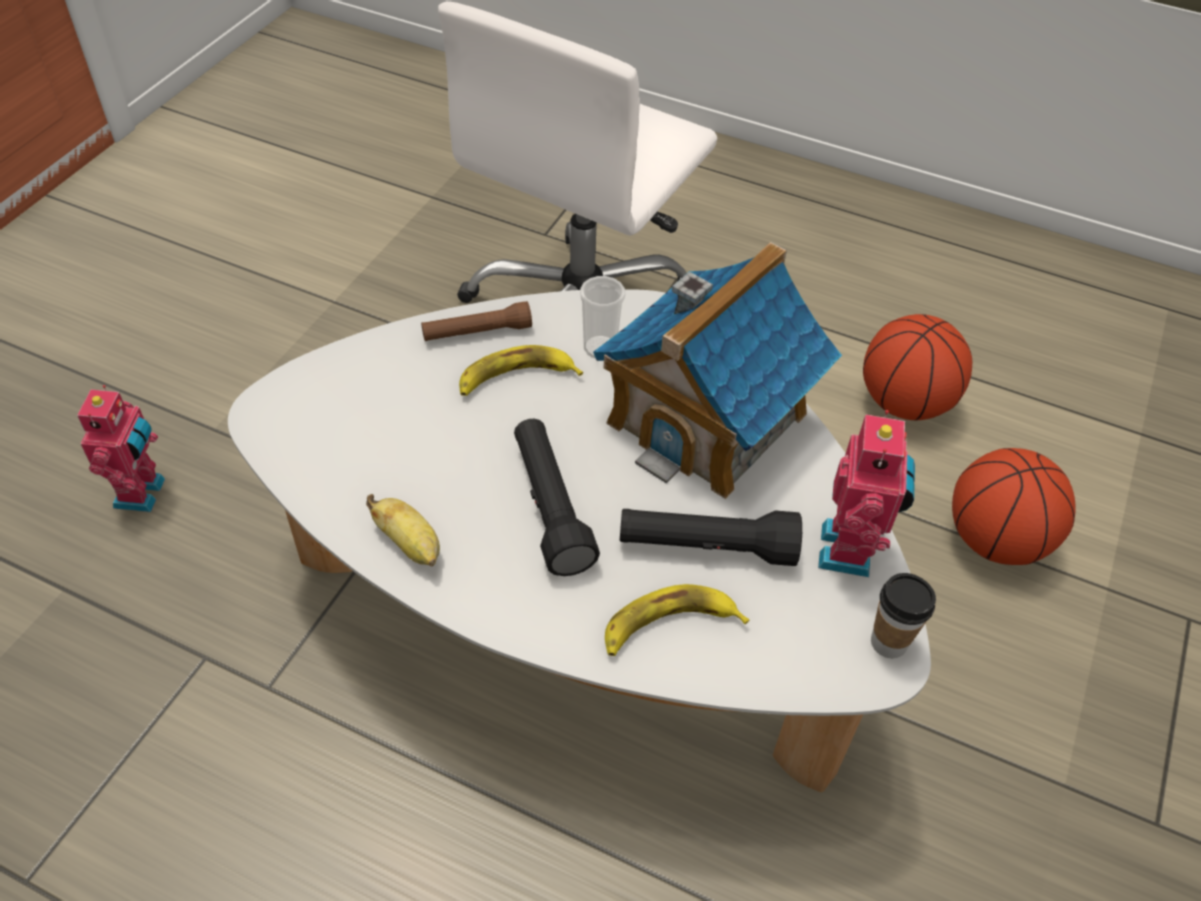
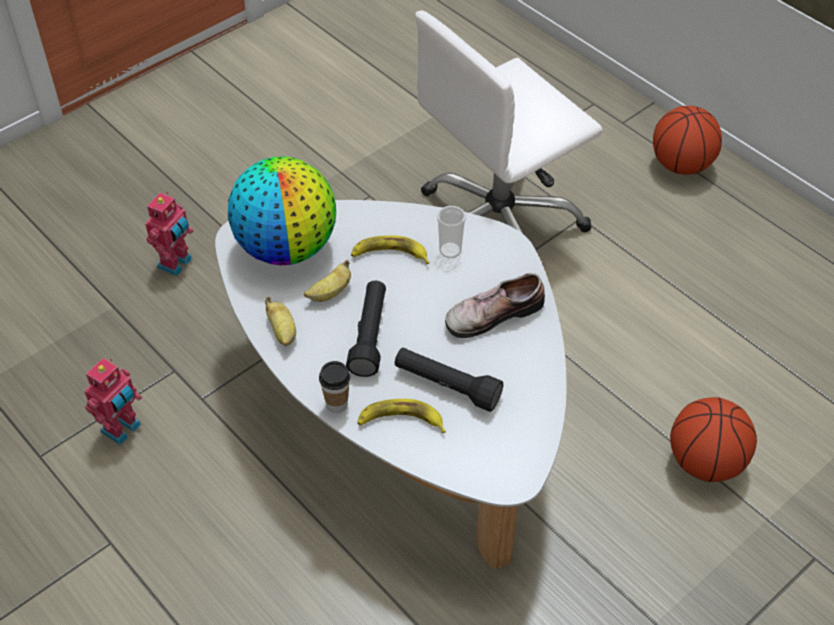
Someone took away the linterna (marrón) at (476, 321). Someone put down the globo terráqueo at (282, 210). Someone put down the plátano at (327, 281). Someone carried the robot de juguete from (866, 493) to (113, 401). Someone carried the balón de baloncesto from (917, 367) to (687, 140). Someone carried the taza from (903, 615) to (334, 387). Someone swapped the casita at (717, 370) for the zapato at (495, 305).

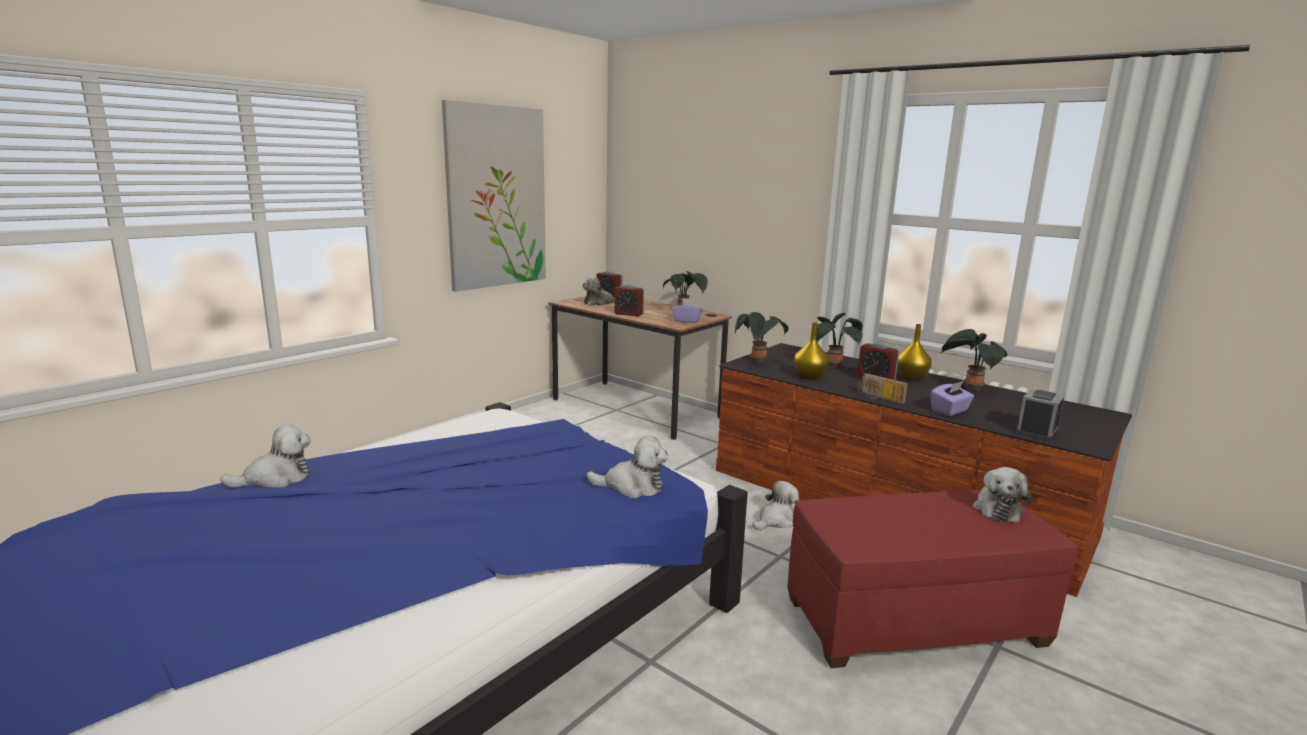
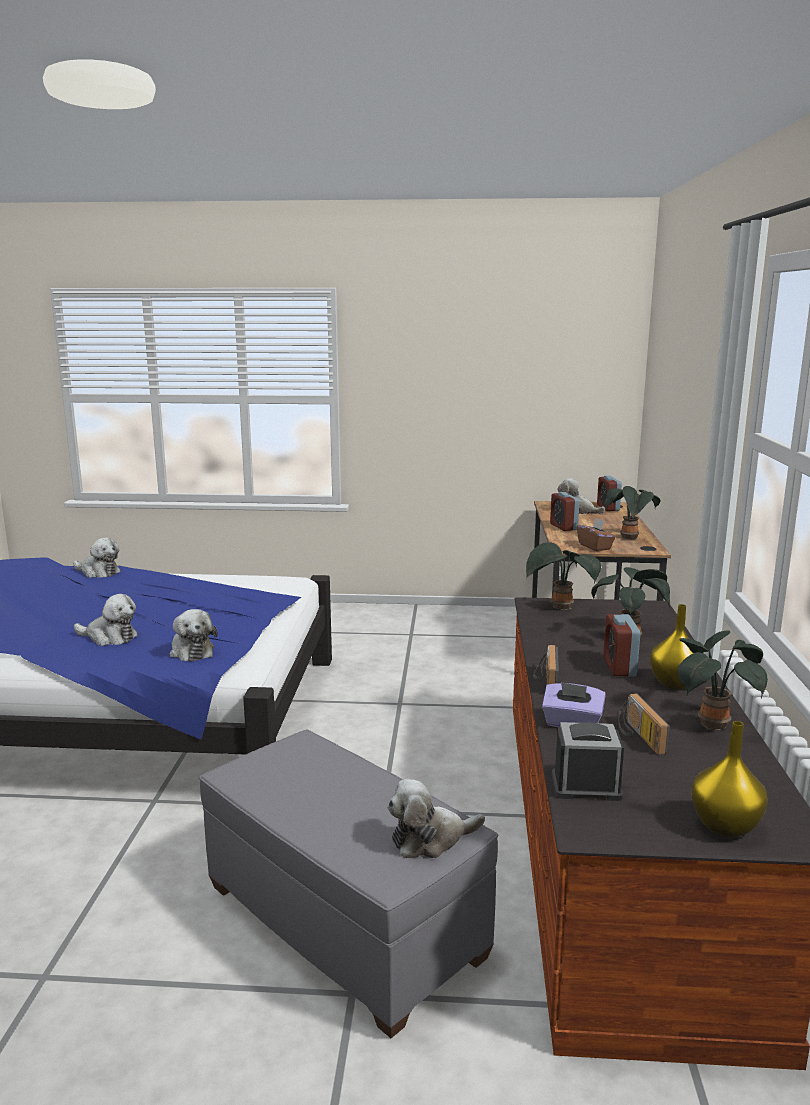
Someone took away the cuadro at (494, 196). Someone put down the radio at (644, 724). Someone carried the peluche from (775, 505) to (106, 620). Someone carried the florero (amarillo) from (811, 351) to (729, 779). Someone repainted the caja de pañuelos (morado) at (687, 310), which became the caja de pañuelos (marrón) at (596, 534). Someone repainted the puf (rojo) at (933, 579), which became the puf (gris) at (348, 884).

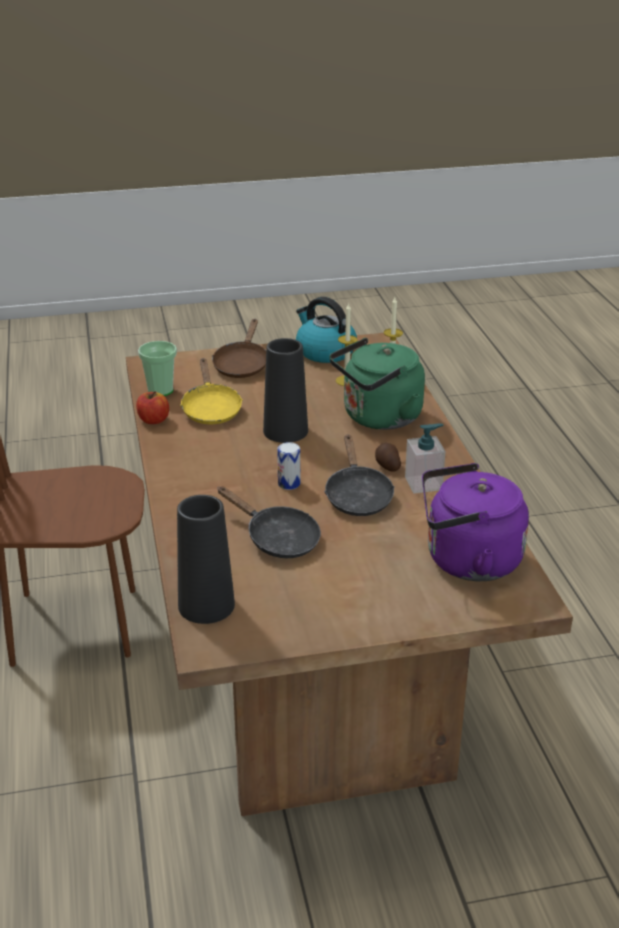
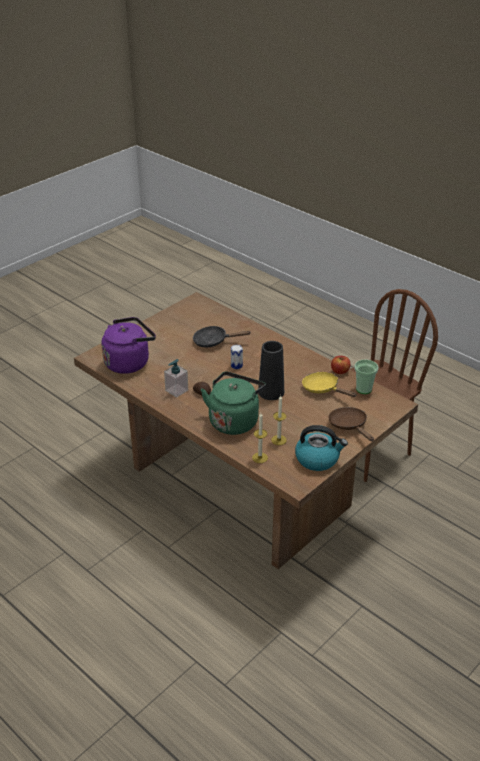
Someone took away the florero (negro) at (206, 559). Someone took away the sartén (negro) at (359, 475).

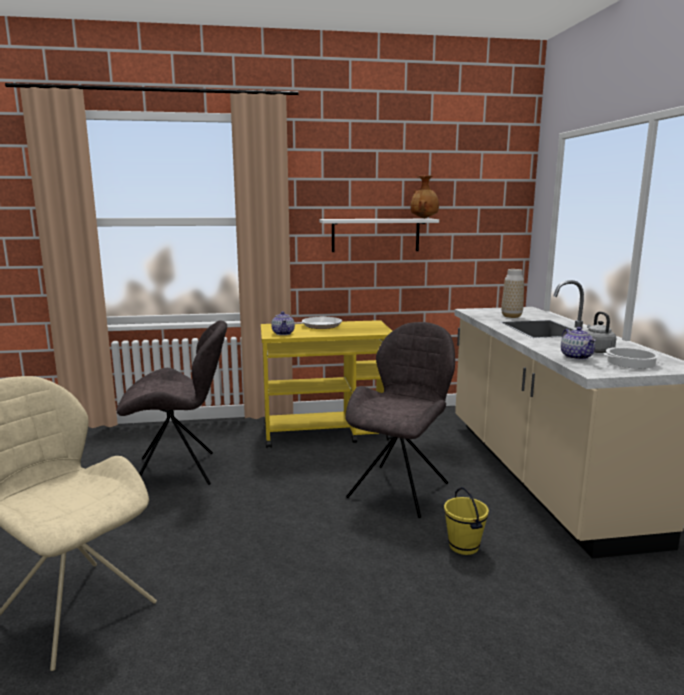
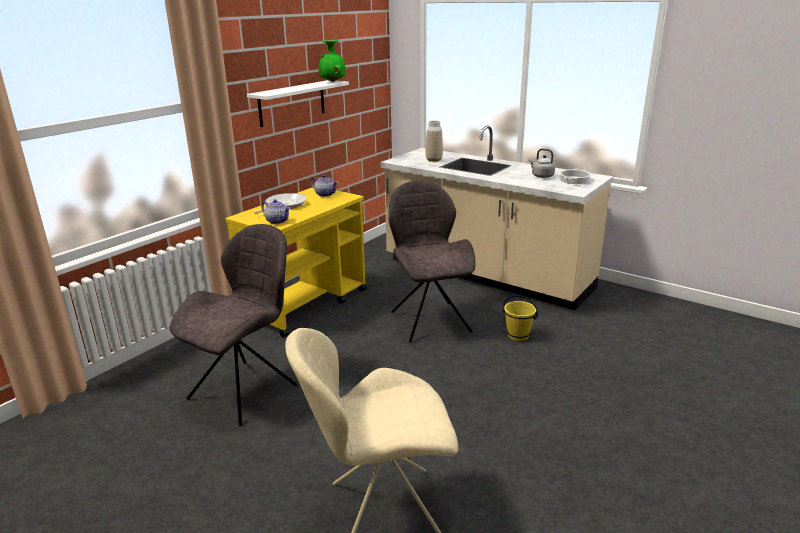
Someone carried the tetera from (578, 343) to (324, 186). Someone repainted the florero (marrón) at (424, 197), which became the florero (verde) at (332, 61).

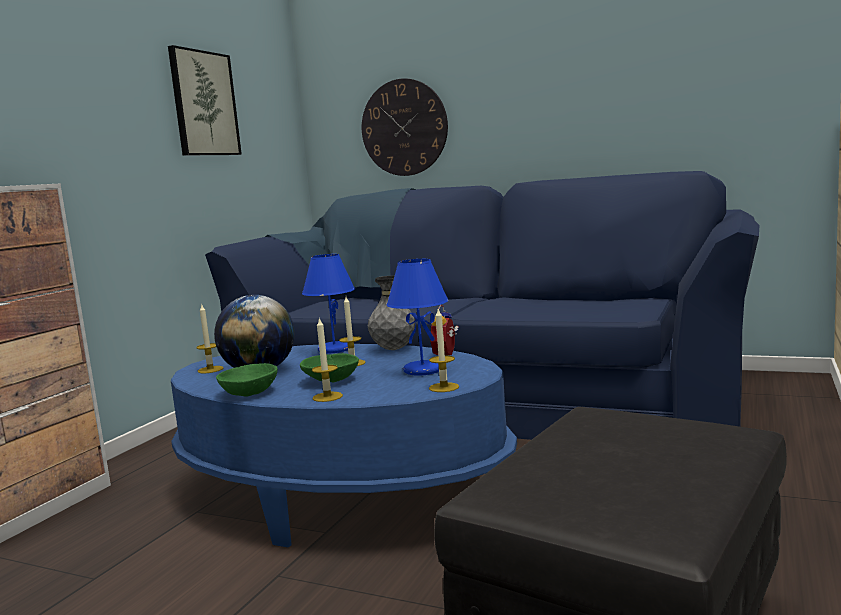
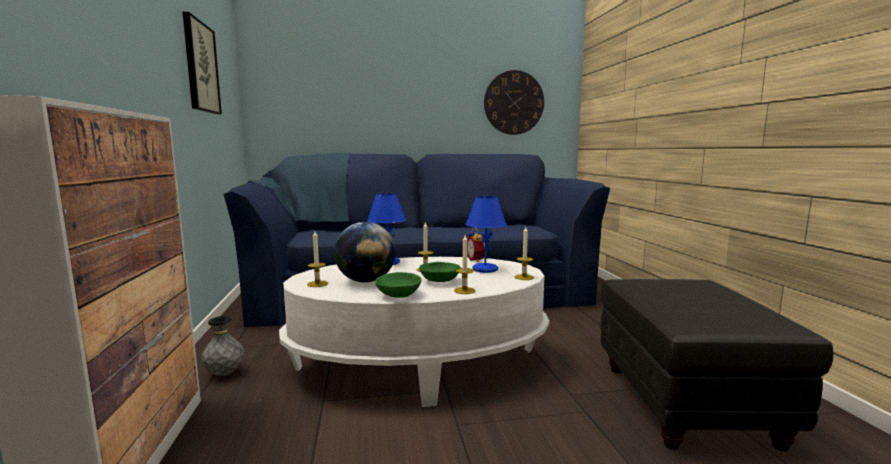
Someone carried the reloj de pared from (405, 127) to (514, 102). Someone carried the florero (gris) from (392, 312) to (222, 346). Someone repainted the mesa de centro (azul) at (344, 446), which became the mesa de centro (blanco) at (414, 332).

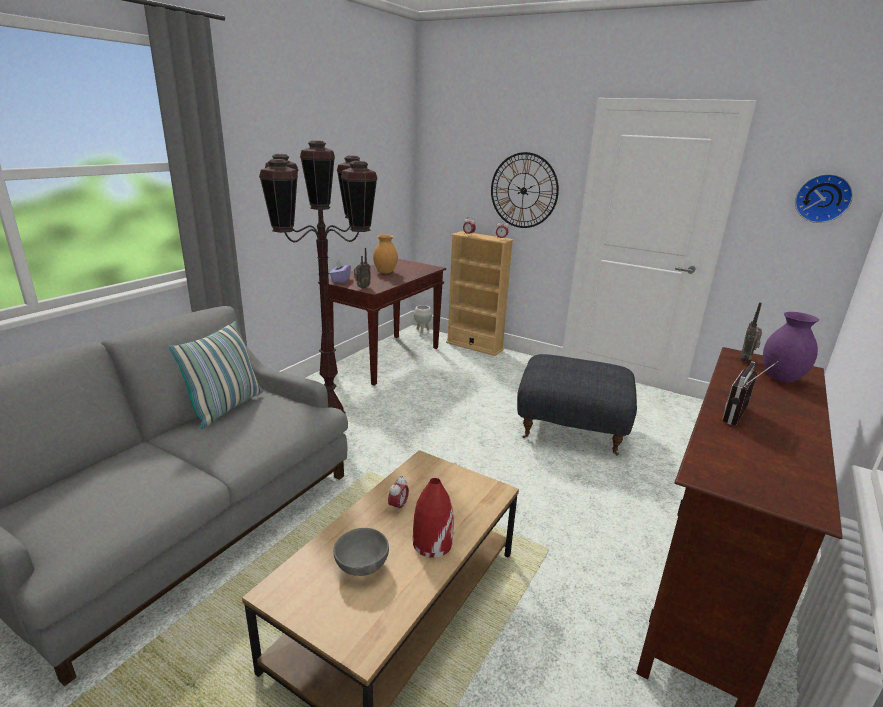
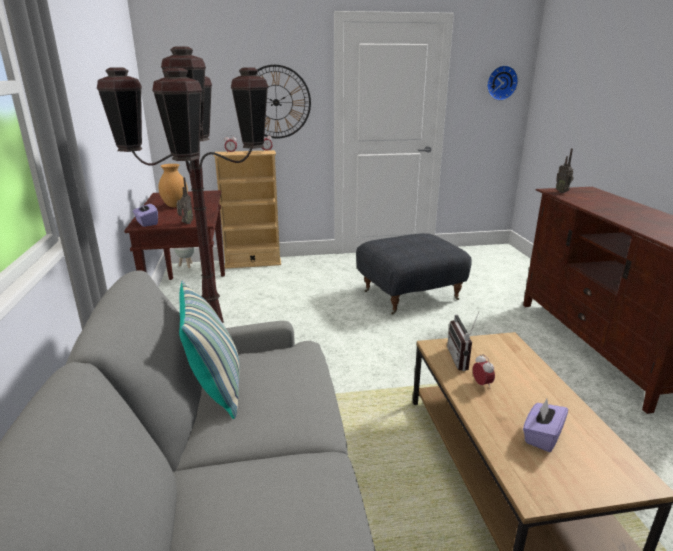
Someone took away the florero (rojo) at (433, 518). Someone took away the florero (morado) at (791, 347). Someone carried the radio from (750, 393) to (463, 341). Someone swapped the cuenco (gris) at (361, 552) for the caja de pañuelos (morado) at (545, 425).

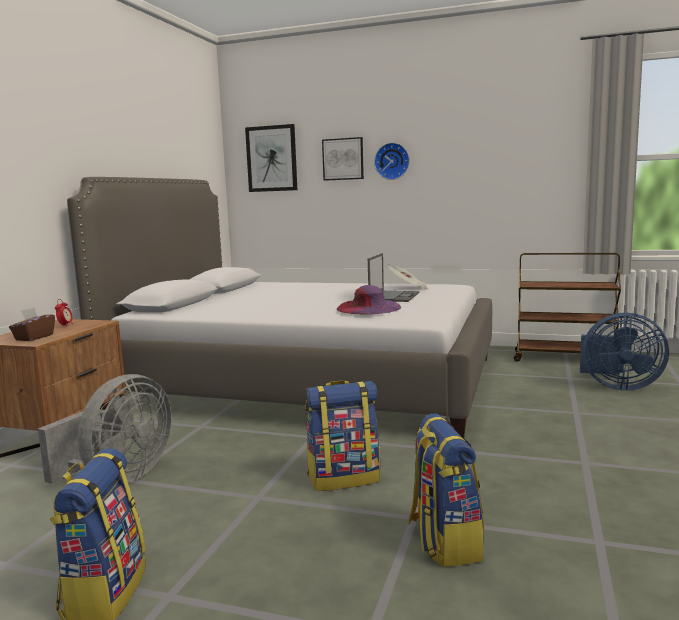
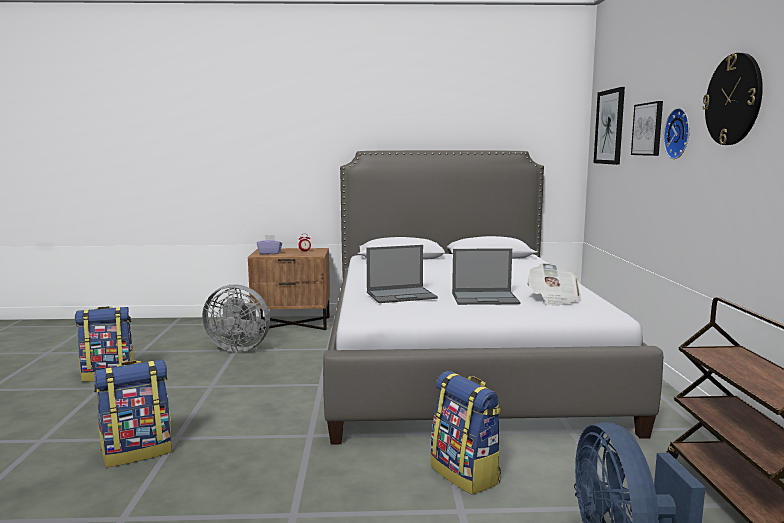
Someone put up the reloj de pared at (733, 99). Someone carried the mochila from (342, 435) to (466, 433). Someone swapped the sombrero (morado) at (369, 300) for the portátil at (402, 274). Someone repainted the caja de pañuelos (marrón) at (32, 324), which became the caja de pañuelos (morado) at (269, 244).

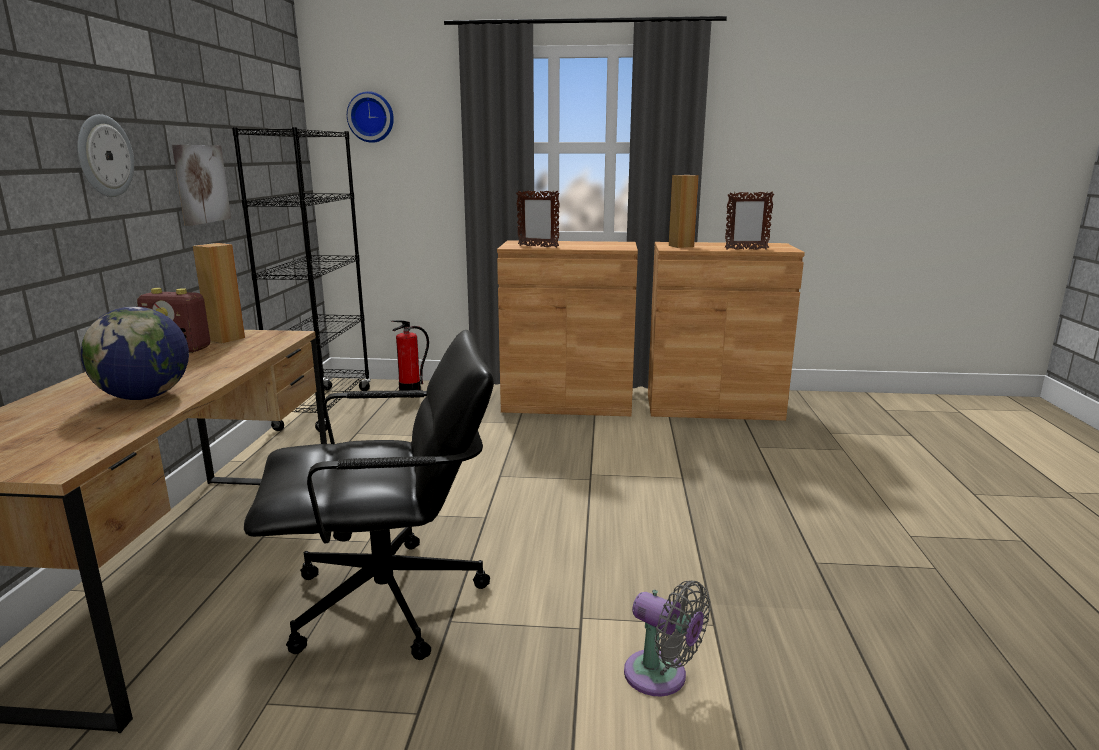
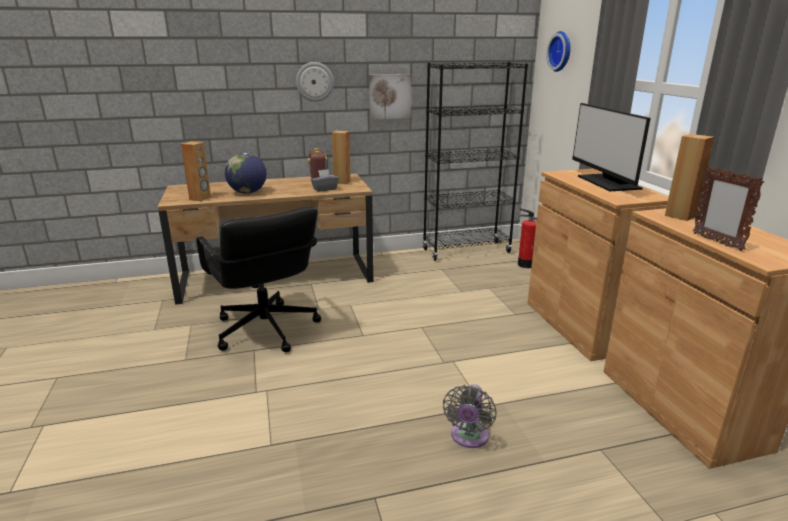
Someone took away the portarretratos at (538, 219). Someone put down the altavoz (marrón) at (196, 171). Someone put down the caja de pañuelos (gris) at (325, 180). Someone put down the monitor at (611, 147). Someone carried the ventilador (gris) from (667, 638) to (469, 416).

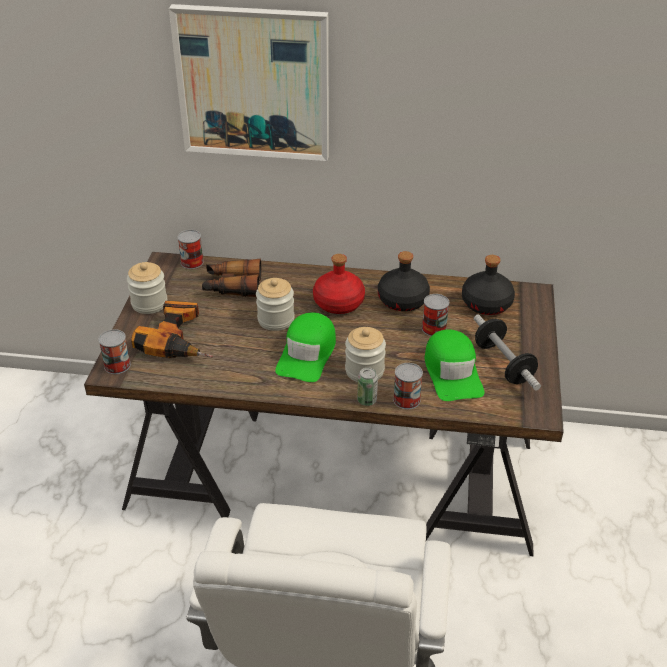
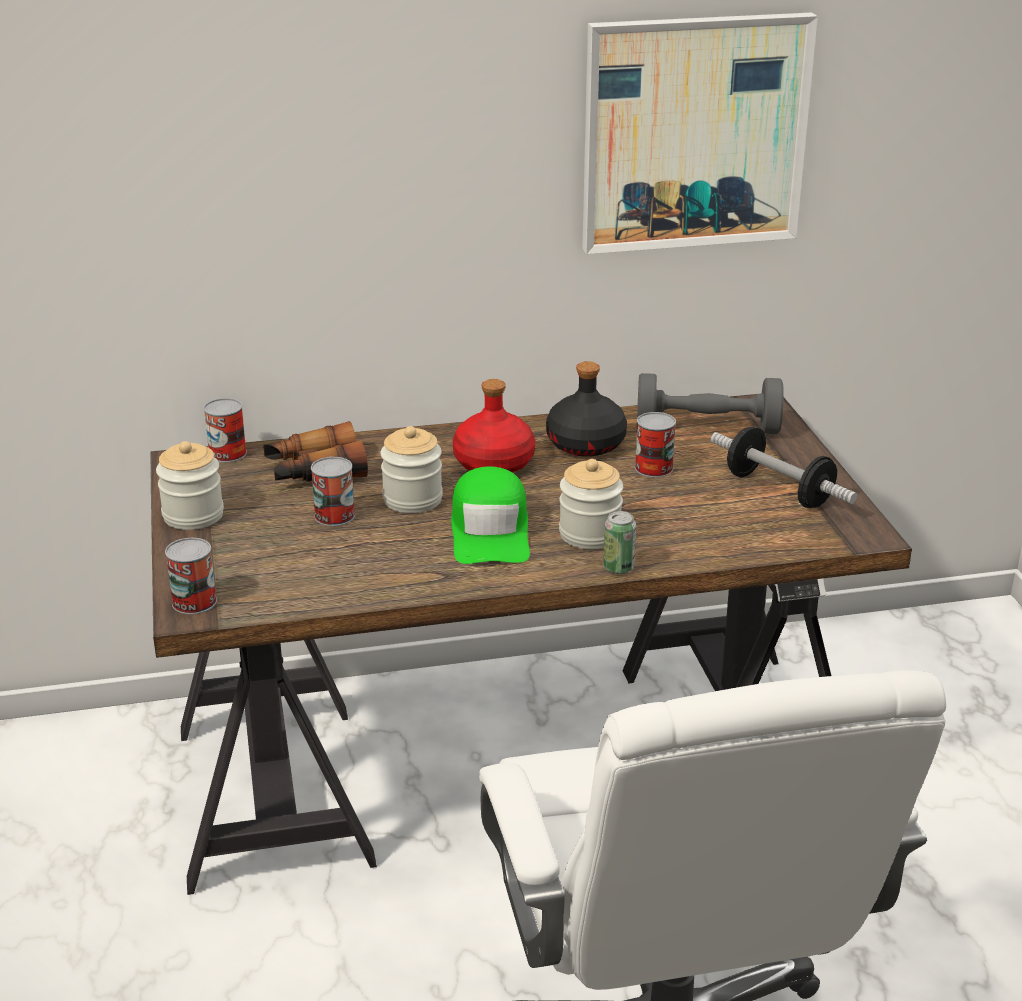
Someone took away the taladro at (172, 329). Someone took away the gorra (verde) at (454, 365). Someone carried the cuadro from (249, 82) to (700, 133). Someone carried the lata from (408, 386) to (333, 491). Someone swapped the botella (negro) at (488, 285) for the mancuerna (gris) at (710, 403).

